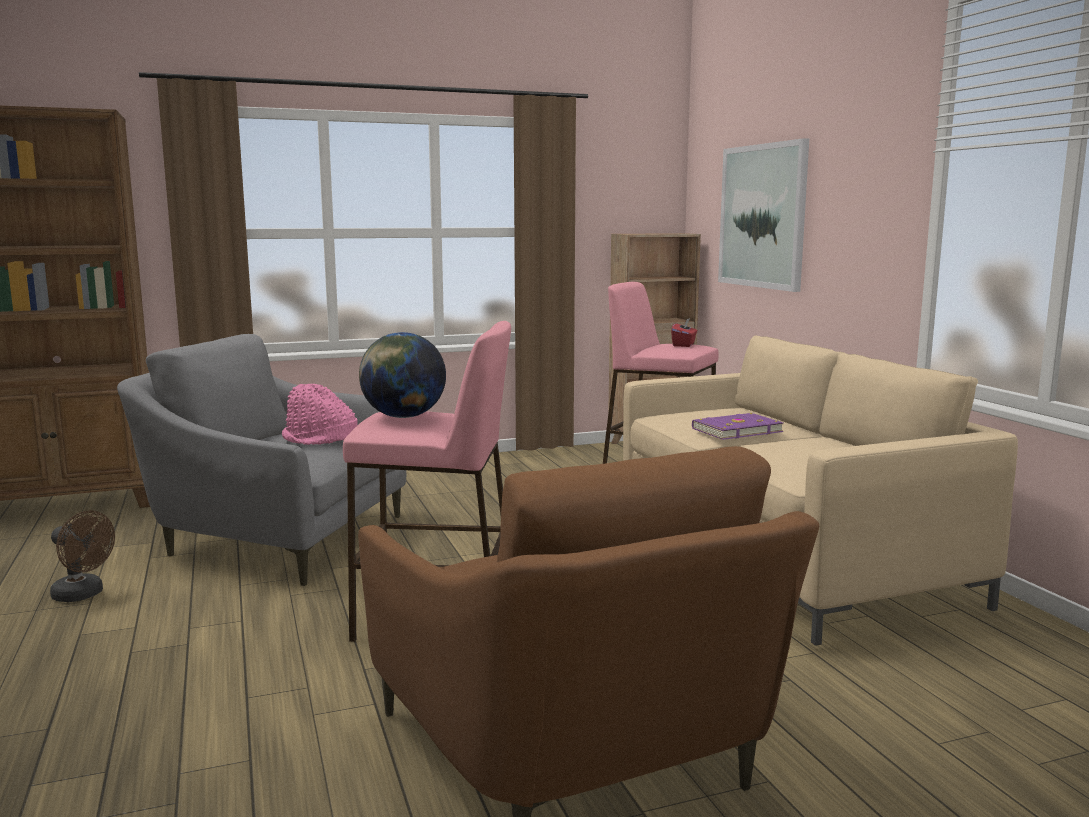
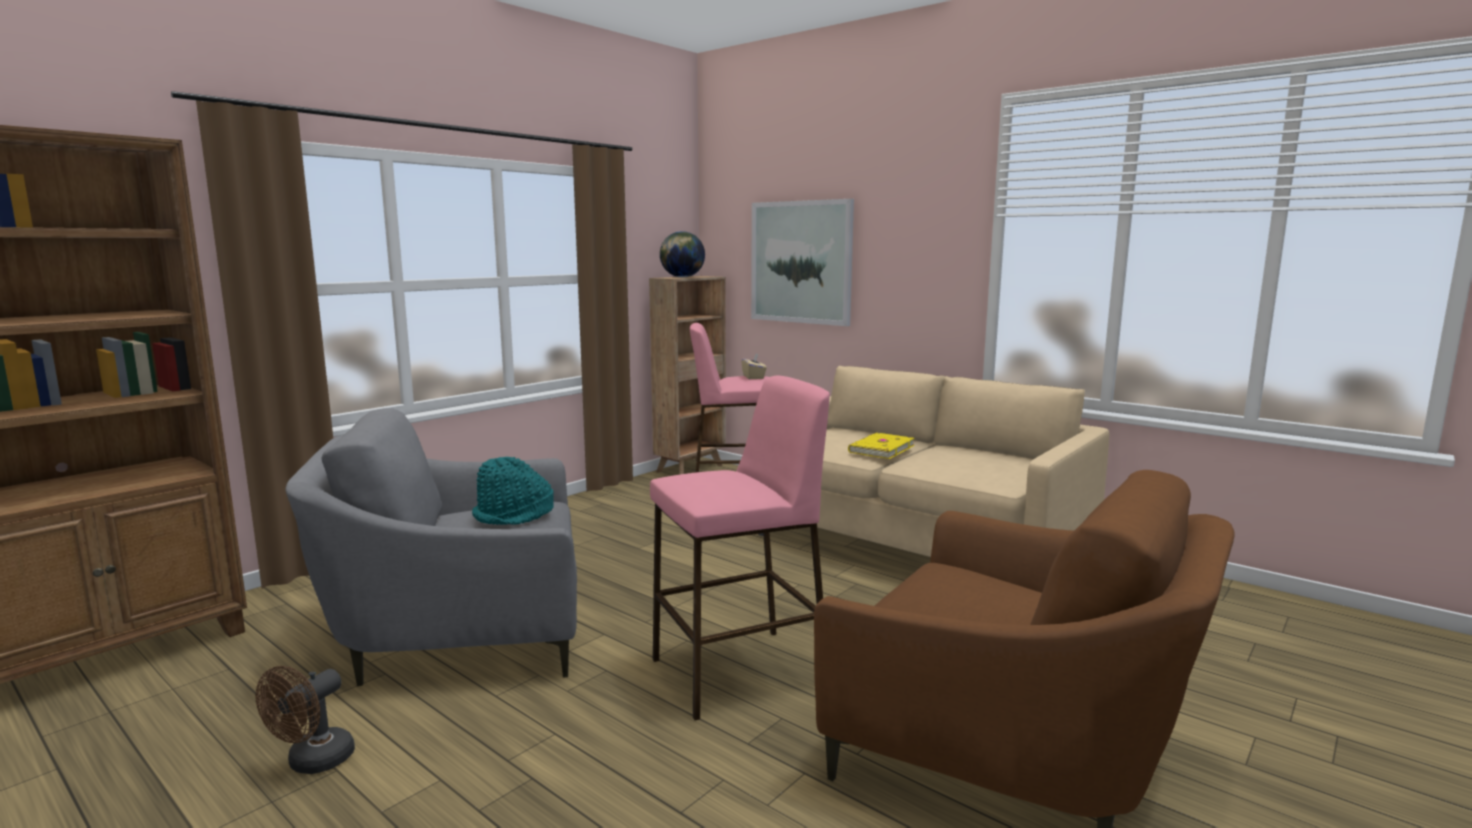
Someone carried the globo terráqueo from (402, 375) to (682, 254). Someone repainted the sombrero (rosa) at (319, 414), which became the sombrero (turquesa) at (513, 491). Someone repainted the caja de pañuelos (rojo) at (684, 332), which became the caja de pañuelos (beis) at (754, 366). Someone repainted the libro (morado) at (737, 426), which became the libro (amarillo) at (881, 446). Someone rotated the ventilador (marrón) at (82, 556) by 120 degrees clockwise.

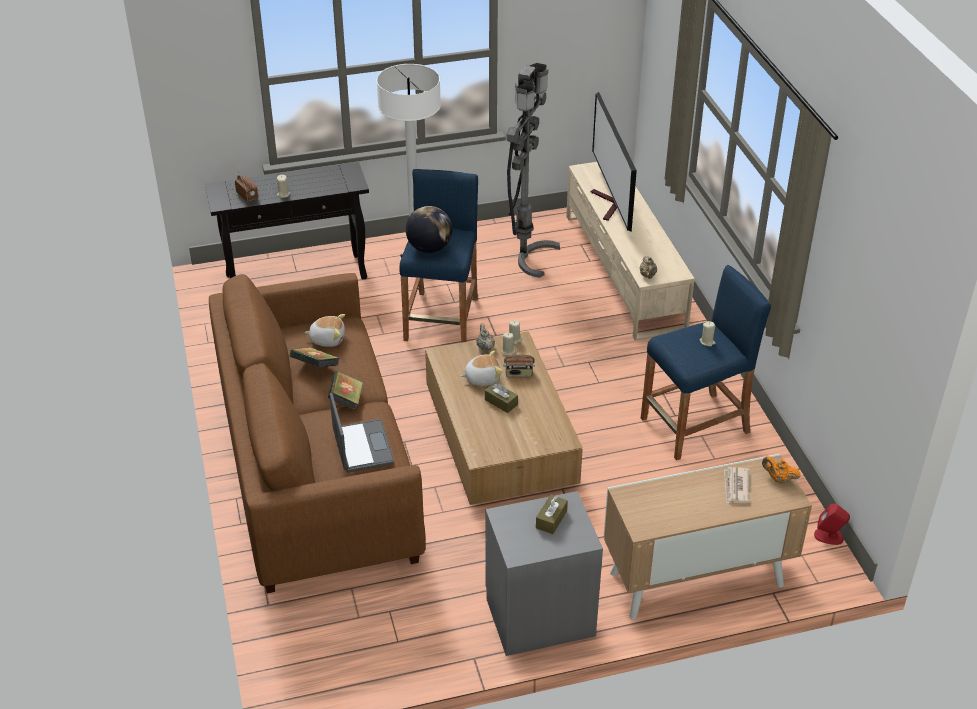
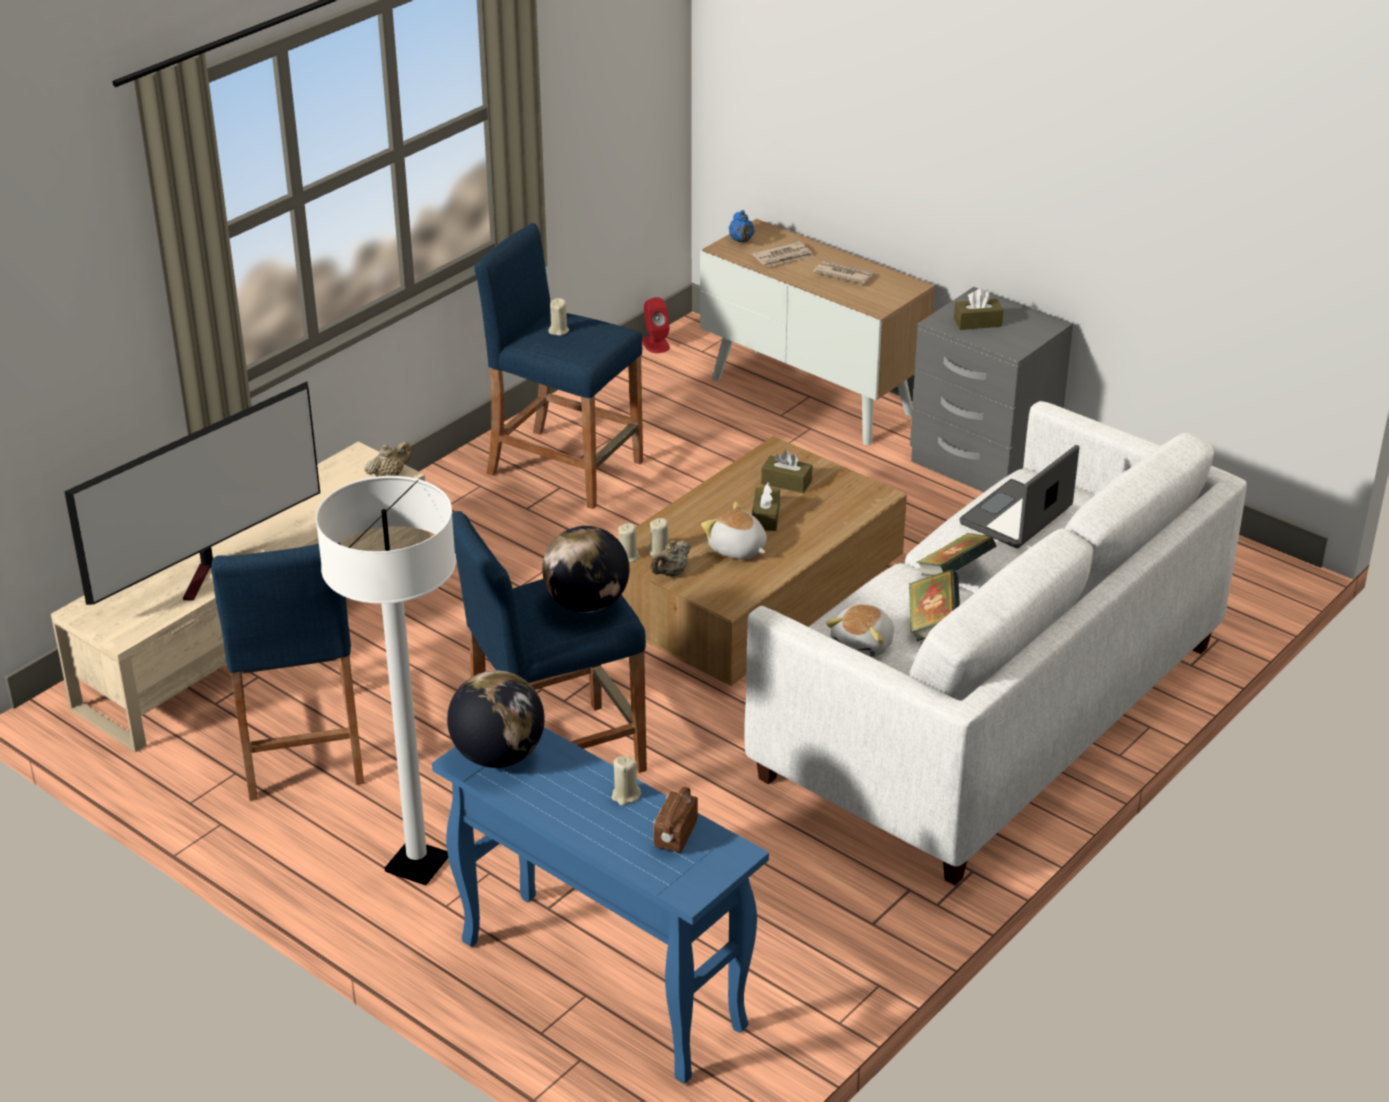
Someone took away the radio at (519, 362). Someone put down the globo terráqueo at (496, 719). Someone put down the caja de pañuelos (marrón) at (786, 472). Someone put down the periódico at (843, 272). Someone swapped the lámpara de pie (gris) at (533, 170) for the taburete (azul) at (287, 672). Someone repainted the mesa consola (negro) at (287, 221), which became the mesa consola (azul) at (600, 905). Someone repainted the sofá (marrón) at (317, 433), which became the sofá (blanco) at (995, 643). Someone repainted the tetera (naranja) at (781, 470), which became the tetera (azul) at (742, 226). Someone rotated the peluche at (325, 330) by 120 degrees counterclockwise.

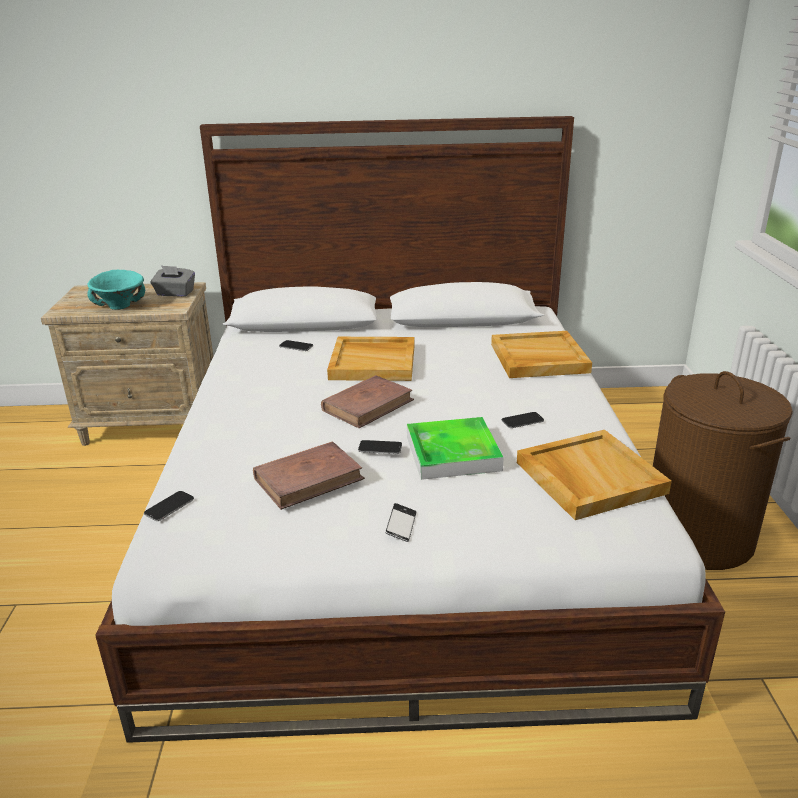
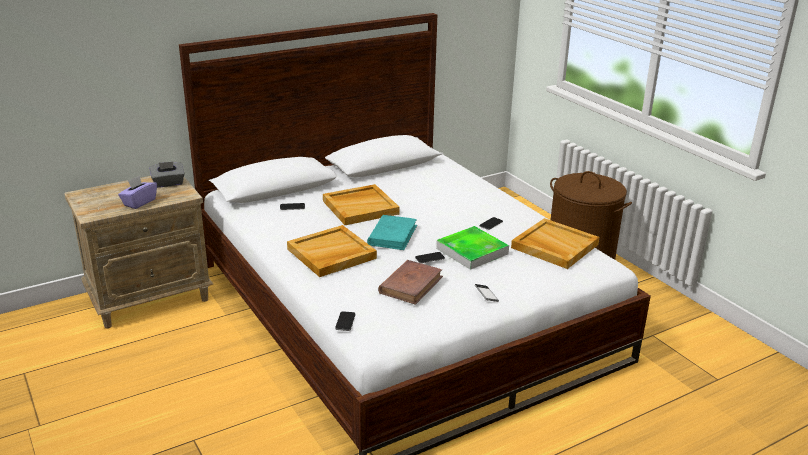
Someone carried the bandeja (beis) from (541, 354) to (332, 251). Someone swapped the cuenco (turquesa) at (116, 290) for the caja de pañuelos (morado) at (137, 192). Someone repainted the libro (marrón) at (367, 401), which became the libro (turquesa) at (392, 232).

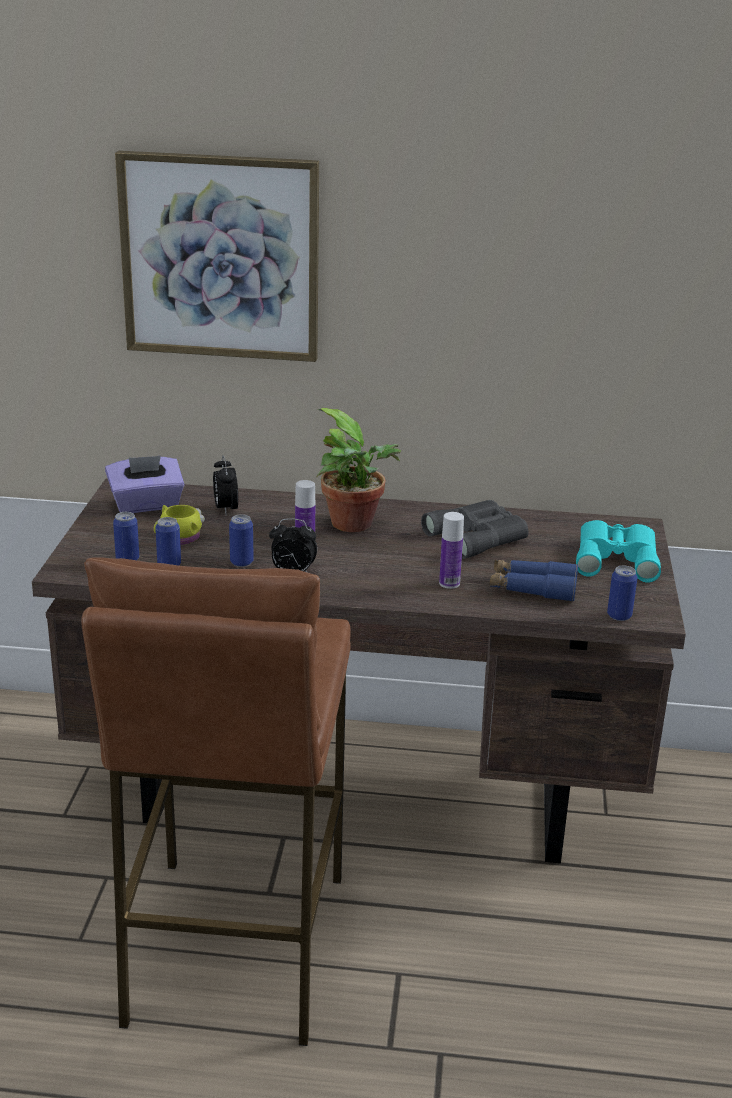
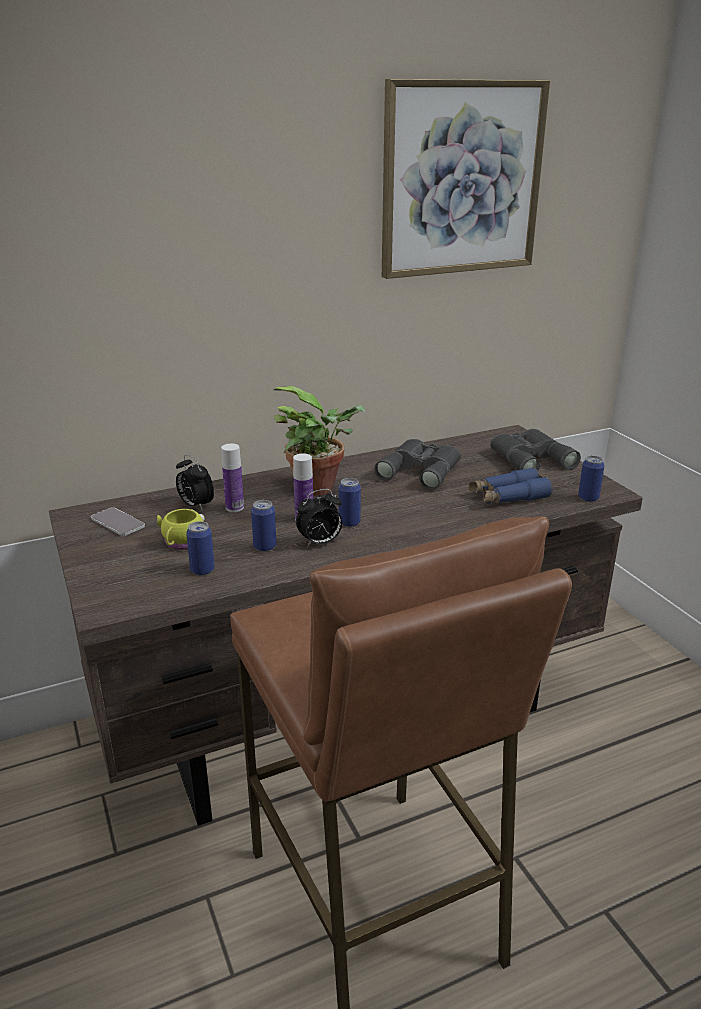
Someone carried the lata from (126, 536) to (349, 502). Someone carried the cuadro from (217, 256) to (466, 179). Someone carried the botella from (451, 550) to (232, 478). Someone swapped the caja de pañuelos (morado) at (145, 484) for the móvil at (118, 521). Someone repainted the prismáticos (turquesa) at (618, 551), which became the prismáticos (gris) at (535, 450).

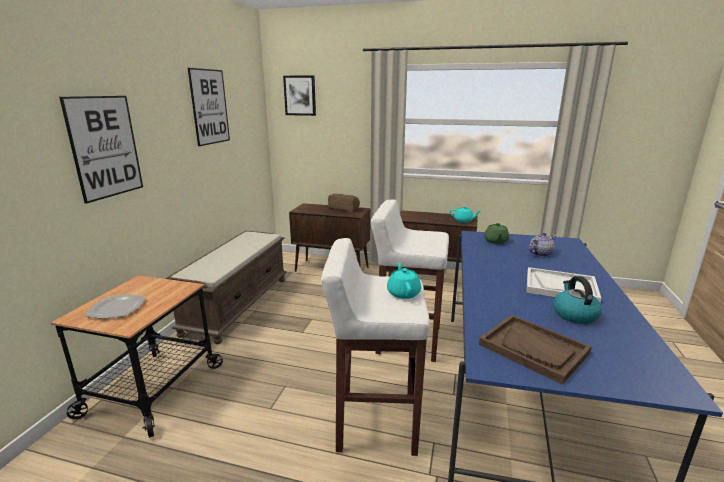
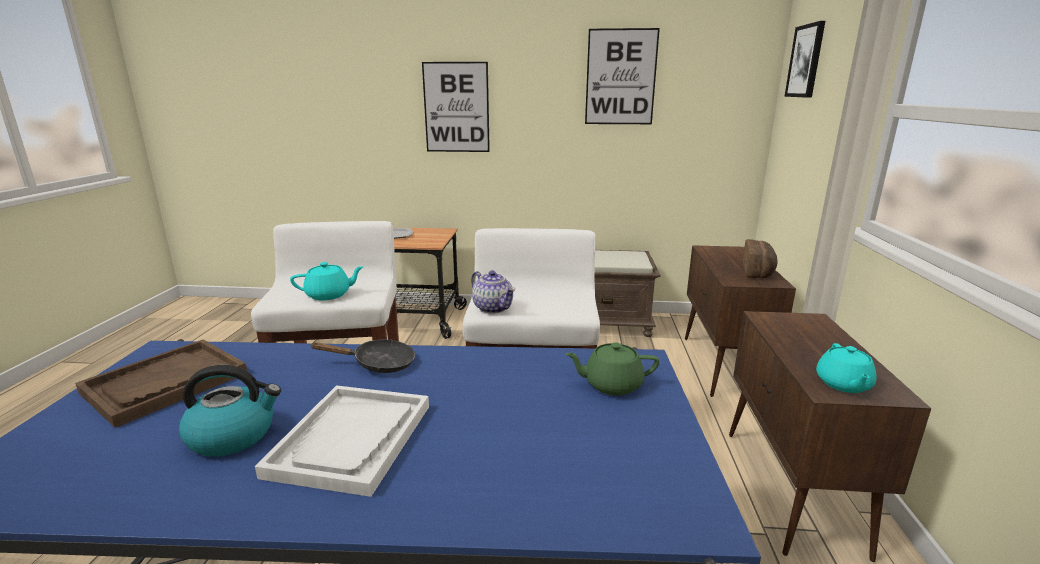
Someone put down the sartén (negro) at (363, 356). Someone carried the tetera from (542, 245) to (493, 292).

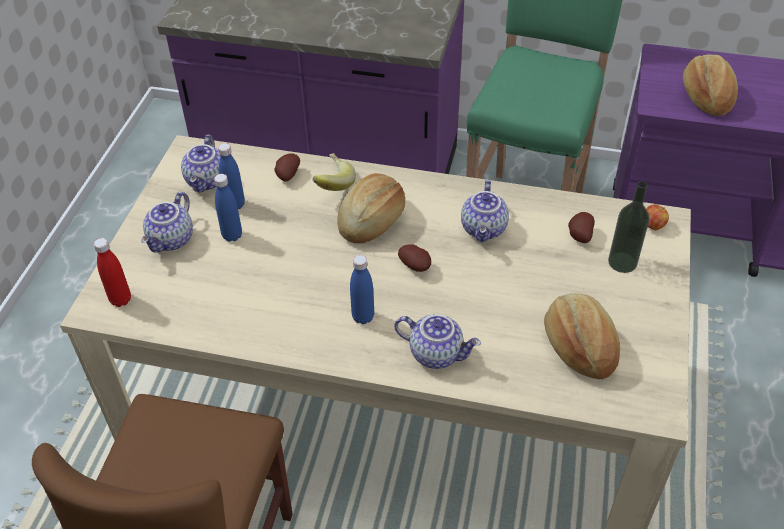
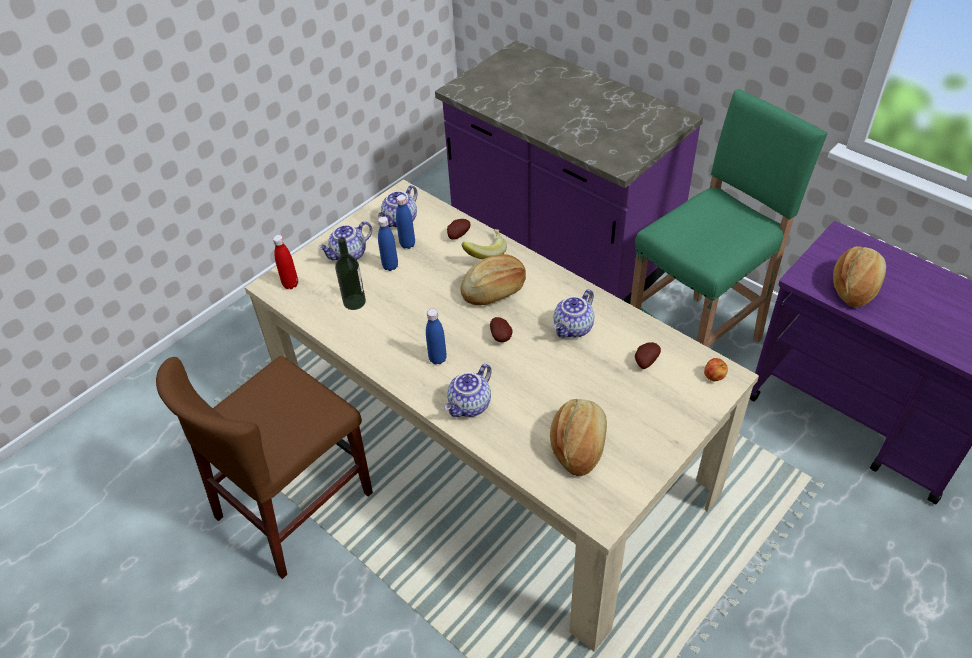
Someone carried the botella from (628, 227) to (350, 273). Someone rotated the tetera at (437, 341) by 75 degrees clockwise.

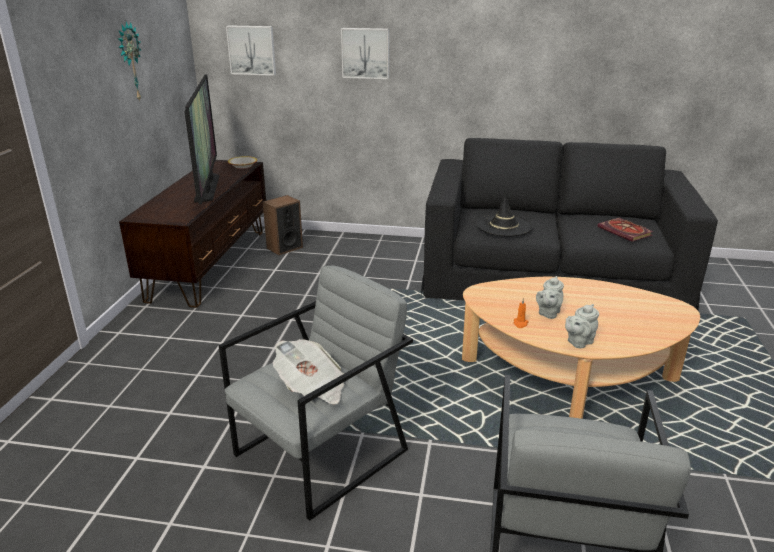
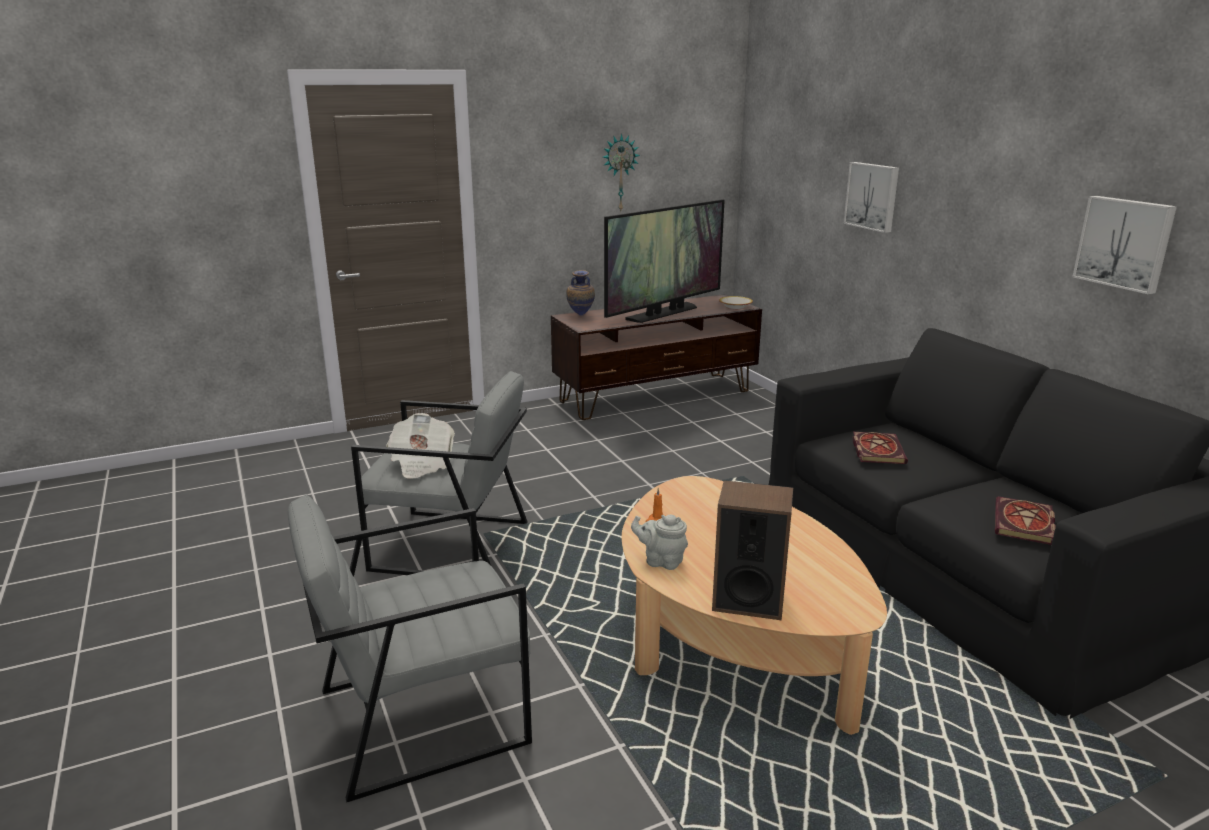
Someone took away the tetera (gris) at (550, 297). Someone put down the florero at (580, 293). Someone carried the cuadro from (251, 50) to (1124, 245). Someone carried the altavoz from (283, 225) to (752, 550). Someone swapped the sombrero (negro) at (504, 214) for the libro at (880, 448).

